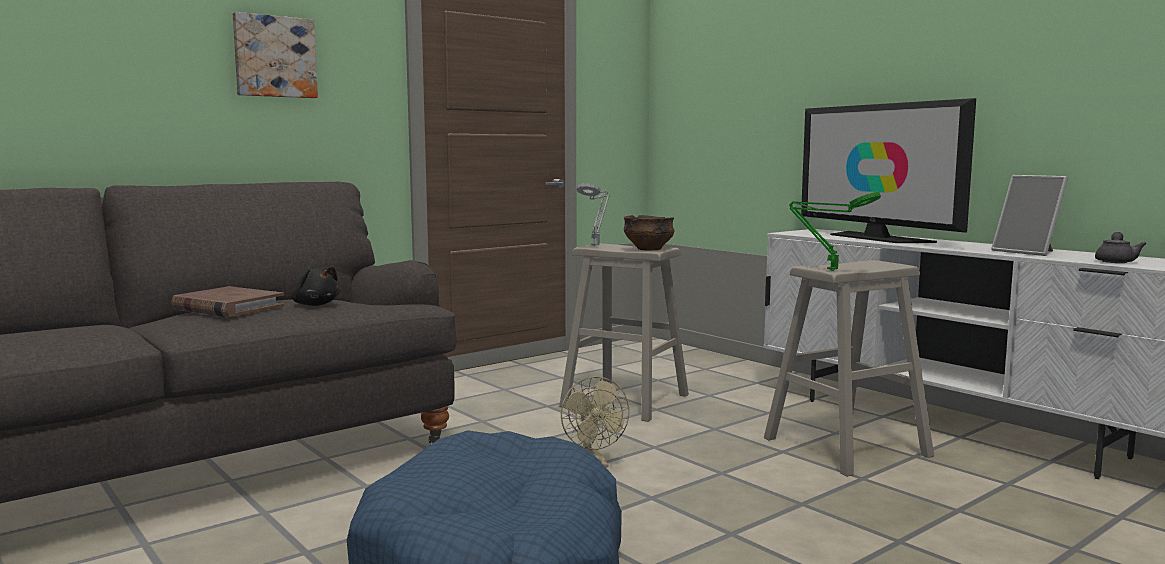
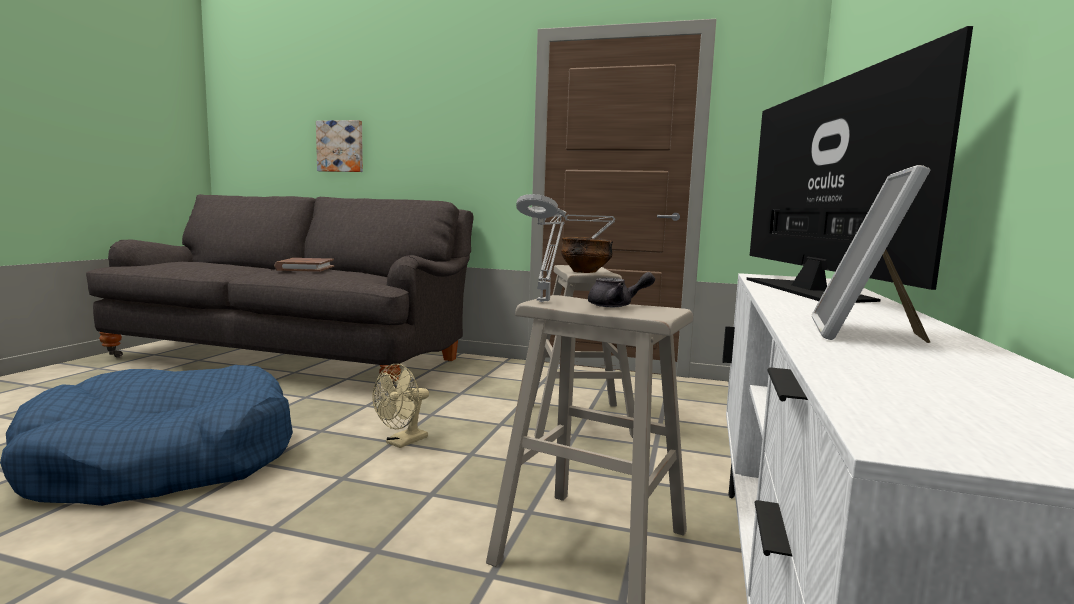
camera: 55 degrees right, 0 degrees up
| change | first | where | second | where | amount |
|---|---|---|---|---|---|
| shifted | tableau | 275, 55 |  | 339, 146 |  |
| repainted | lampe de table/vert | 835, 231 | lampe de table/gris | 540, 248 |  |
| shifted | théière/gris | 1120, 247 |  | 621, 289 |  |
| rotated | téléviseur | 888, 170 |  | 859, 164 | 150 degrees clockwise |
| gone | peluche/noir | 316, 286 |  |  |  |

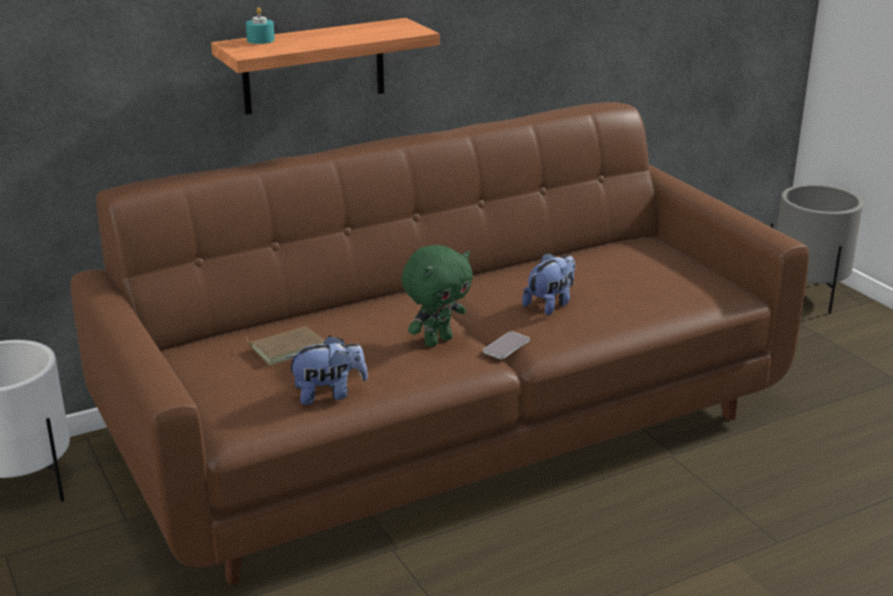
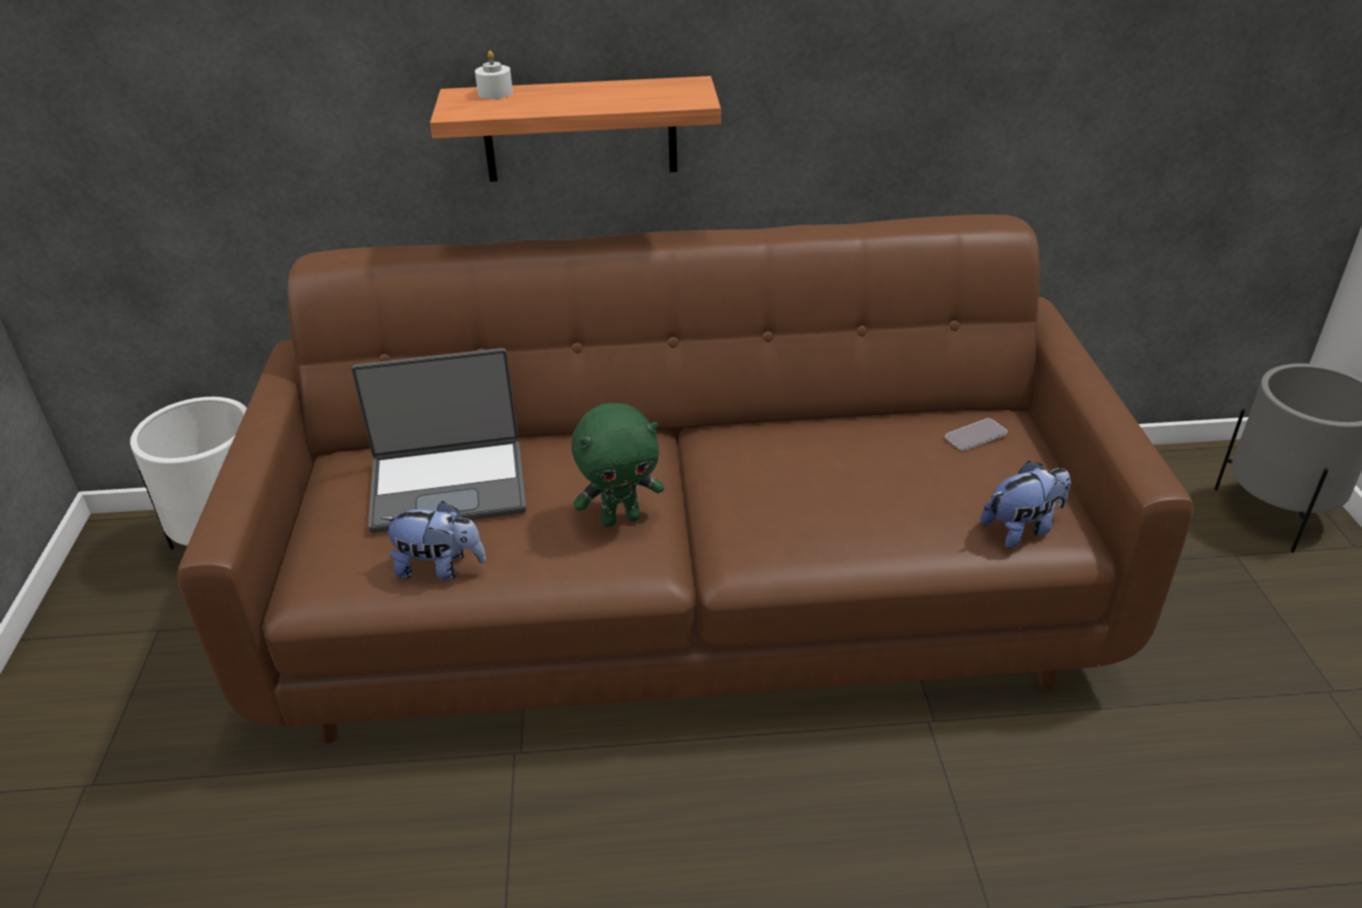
camera: 25 degrees right, 10 degrees up
| change | first | where | second | where | amount |
|---|---|---|---|---|---|
| swapped | livre/marron | 285, 345 | ordinateur portable | 439, 440 |  |
| repainted | bougie/turquoise | 260, 25 | bougie/blanc | 494, 74 |  |
| shifted | téléphone | 506, 345 |  | 976, 434 |  |
| shifted | peluche | 548, 284 |  | 1025, 505 |  |

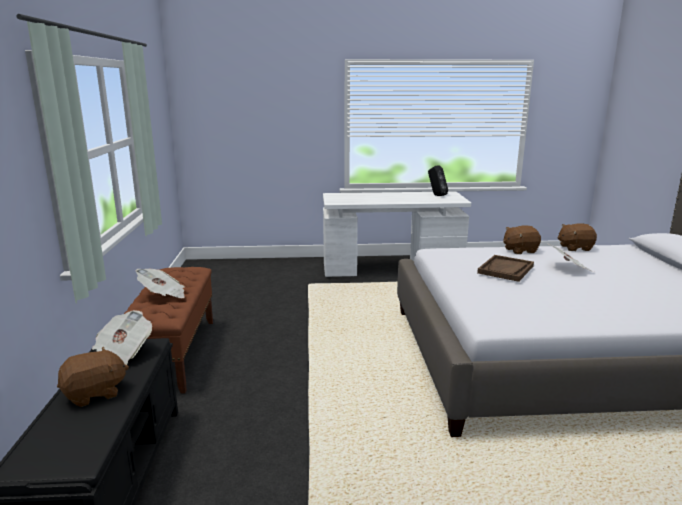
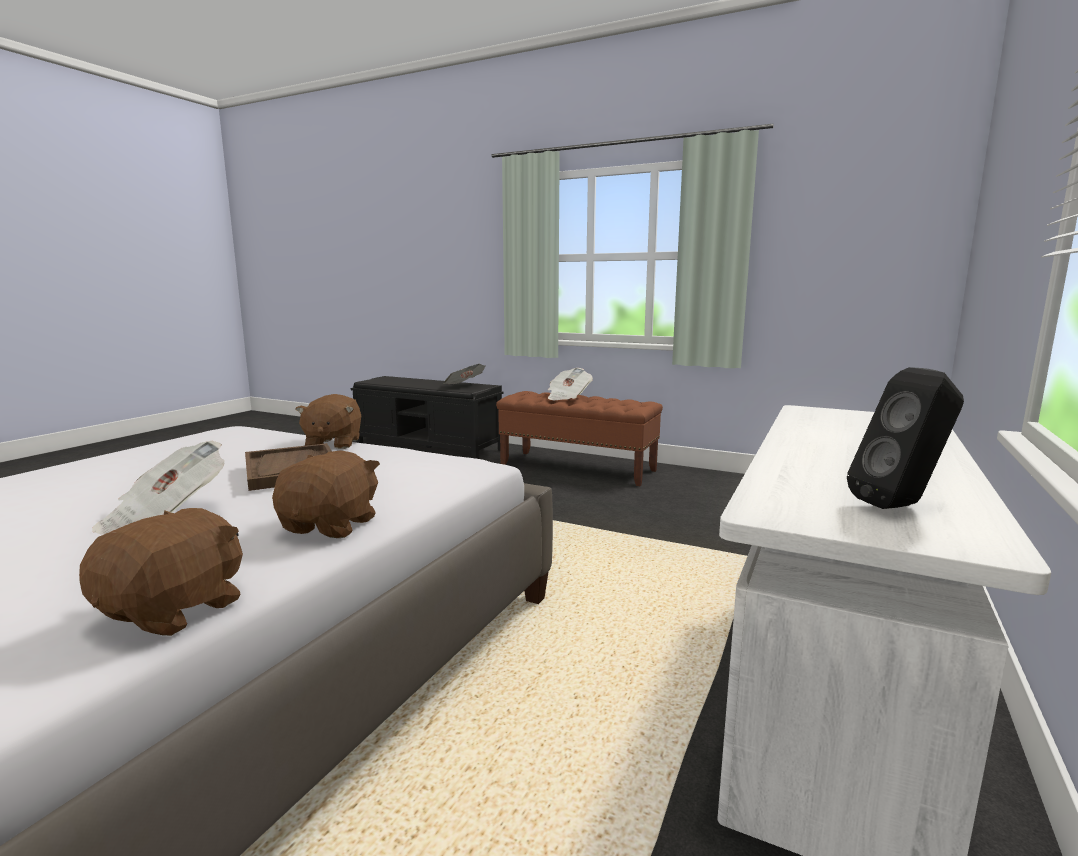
camera: 120 degrees right, 5 degrees down
| change | first | where | second | where | amount |
|---|---|---|---|---|---|
| shifted | peluche/marron | 93, 377 |  | 328, 421 |  |

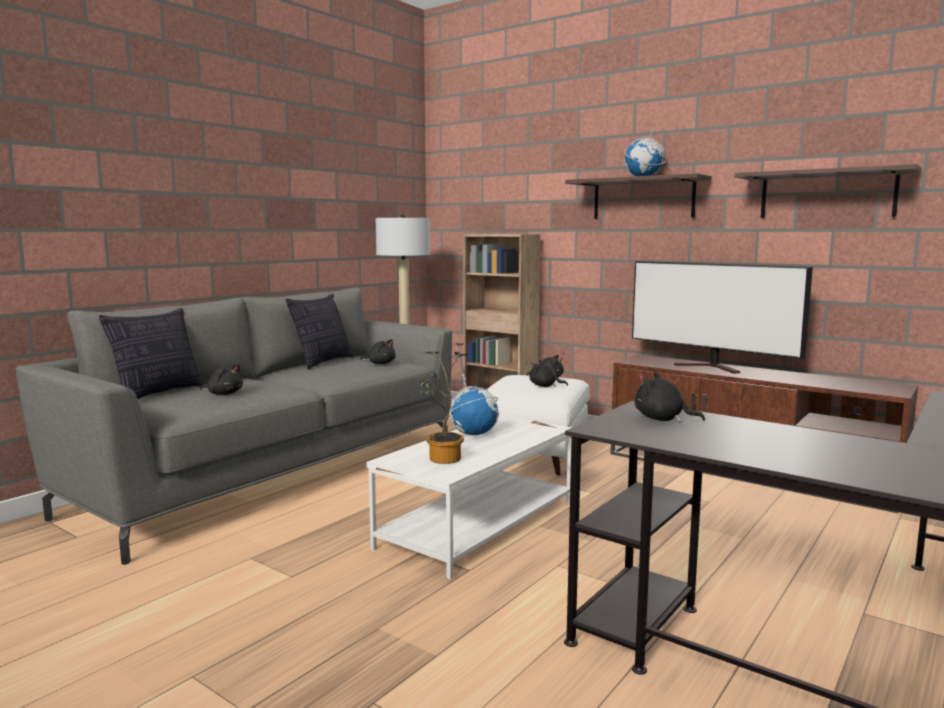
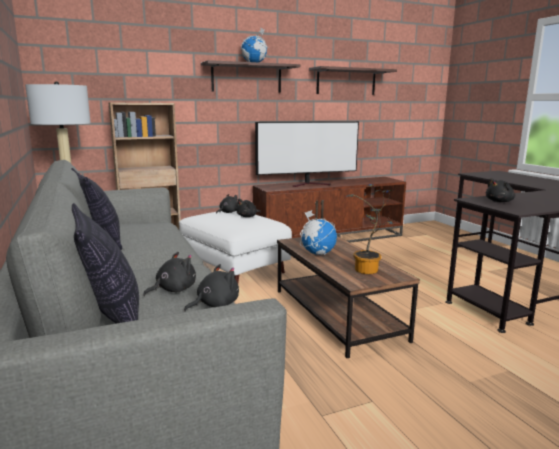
camera: 60 degrees left, 5 degrees up
| change | first | where | second | where | amount |
|---|---|---|---|---|---|
| shifted | peluche/noir | 378, 351 |  | 211, 288 |  |
| repainted | table basse/blanc | 469, 497 | table basse/marron | 348, 297 |  |

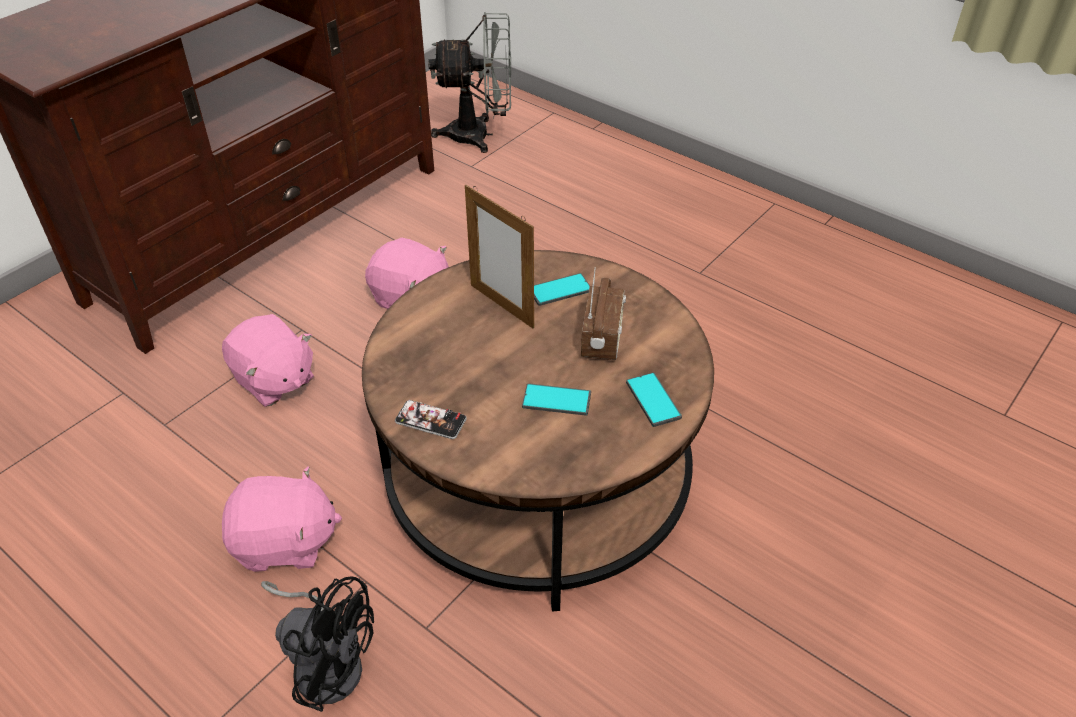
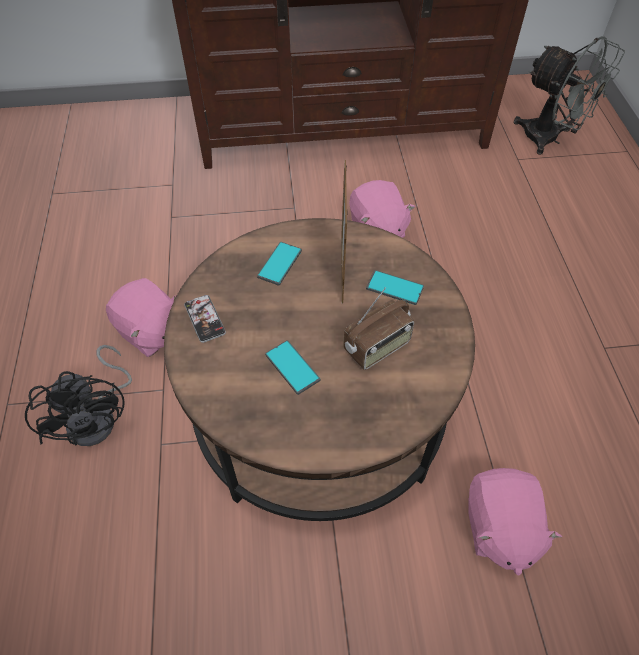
camera: 45 degrees right, 10 degrees up
| change | first | where | second | where | amount |
|---|---|---|---|---|---|
| shifted | téléphone | 654, 399 |  | 279, 264 |  |
| shifted | peluche/rose | 268, 360 |  | 515, 522 |  |

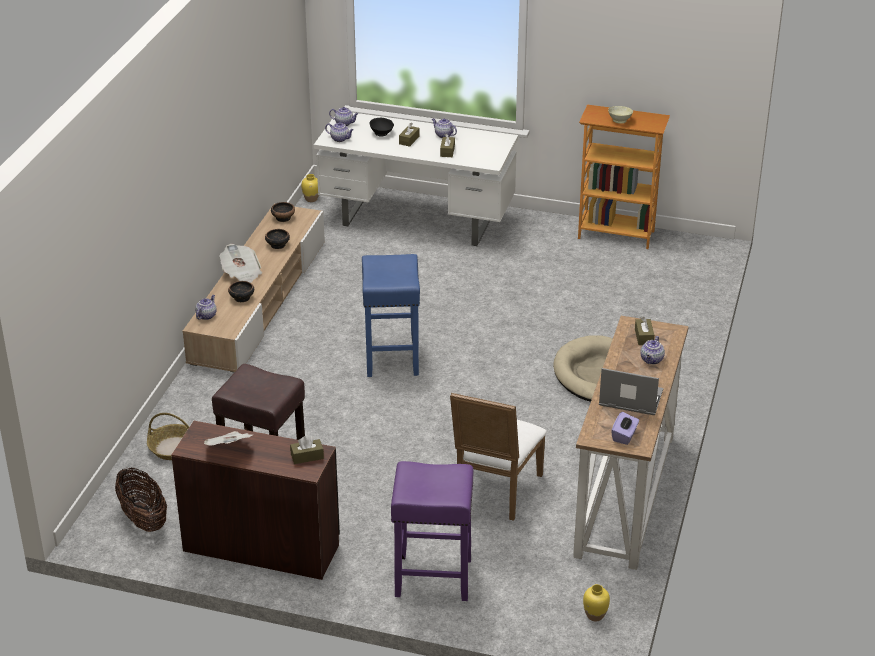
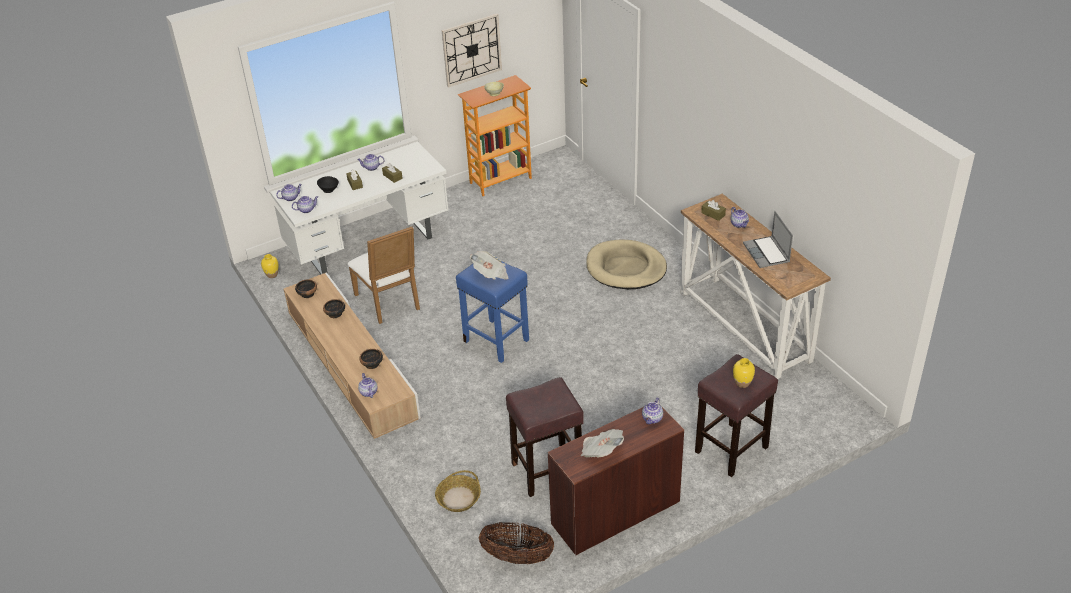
camera: 45 degrees left, 5 degrees up
| change | first | where | second | where | amount |
|---|---|---|---|---|---|
| shifted | chaise/blanc | 498, 457 |  | 384, 275 |  |
| new |  |  | horloge murale | 472, 50 |  |
| shifted | journal | 240, 263 |  | 489, 265 |  |
| swapped | boîte à mouchoirs/marron | 307, 449 | théière | 652, 411 |  |
| repainted | tabouret/violet | 432, 531 | tabouret/marron | 736, 415 |  |
| shifted | vase/jaune | 596, 602 |  | 744, 373 |  |
| rotated | ordinateur portable | 631, 391 |  | 768, 239 | 75 degrees counterclockwise |
| gone | boîte à mouchoirs/violet | 625, 428 |  |  |  |

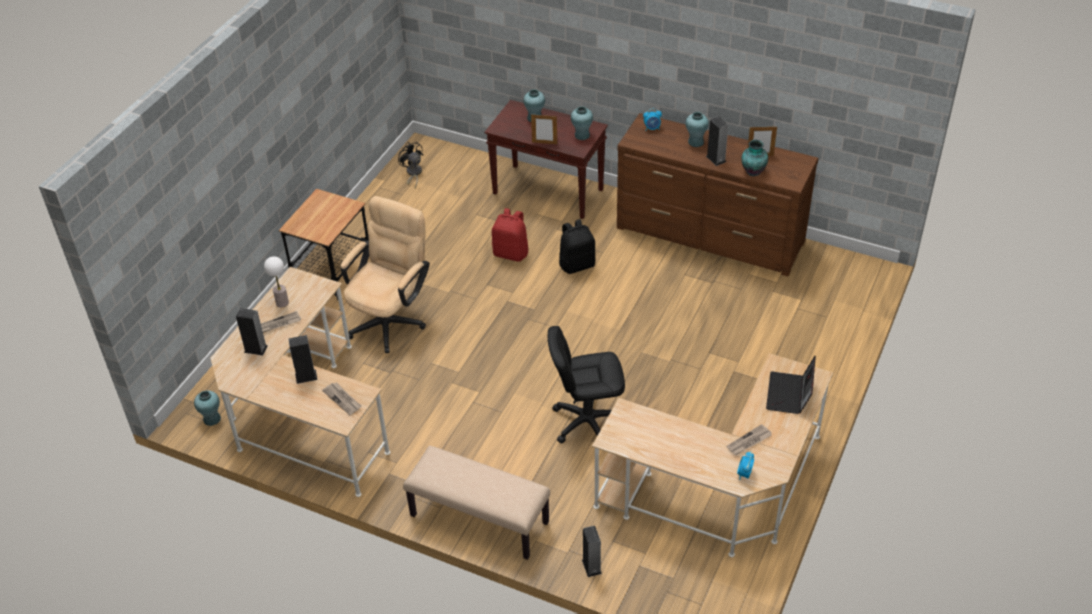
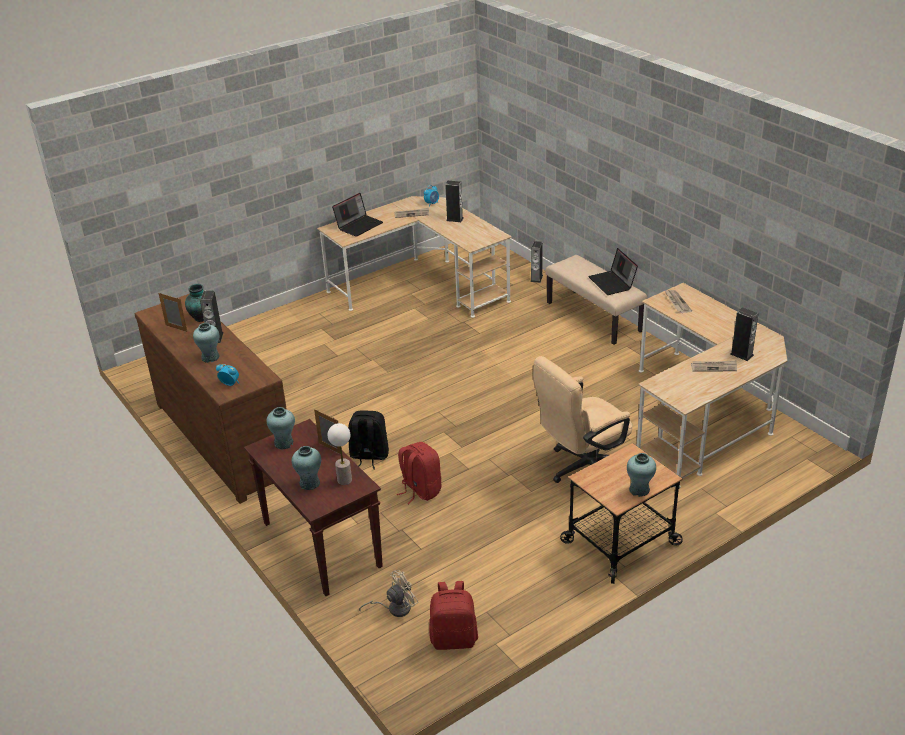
camera: 150 degrees left, 10 degrees down
| change | first | where | second | where | amount |
|---|---|---|---|---|---|
| shifted | lampe de table | 276, 281 |  | 340, 454 |  |
| new |  |  | ventilateur/beige | 389, 593 |  |
| swapped | ventilateur/noir | 410, 164 | sac à dos/rouge | 453, 615 |  |
| shifted | enceinte | 303, 359 |  | 454, 201 |  |
| new |  |  | ordinateur portable | 613, 271 |  |
| shifted | vase/turquoise | 207, 408 |  | 641, 475 |  |
| gone | chaise de bureau/noir | 586, 384 |  |  |  |

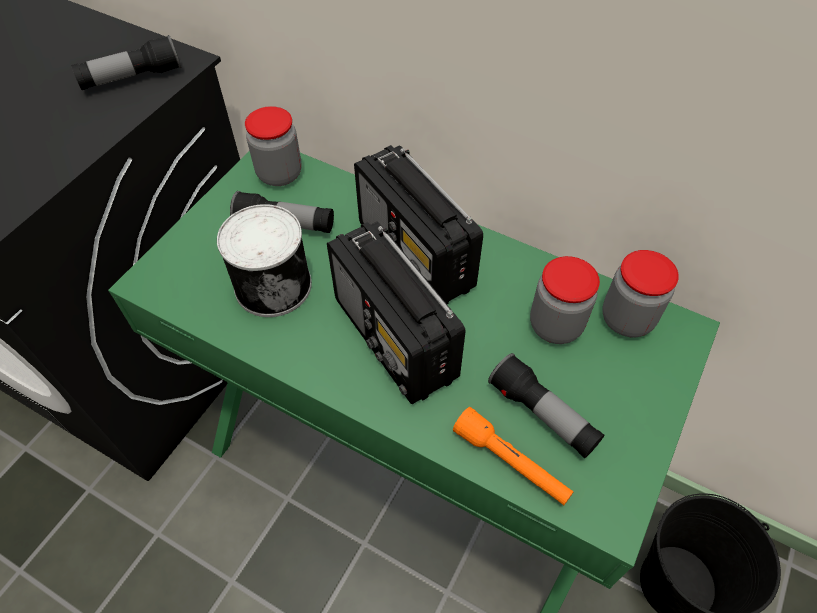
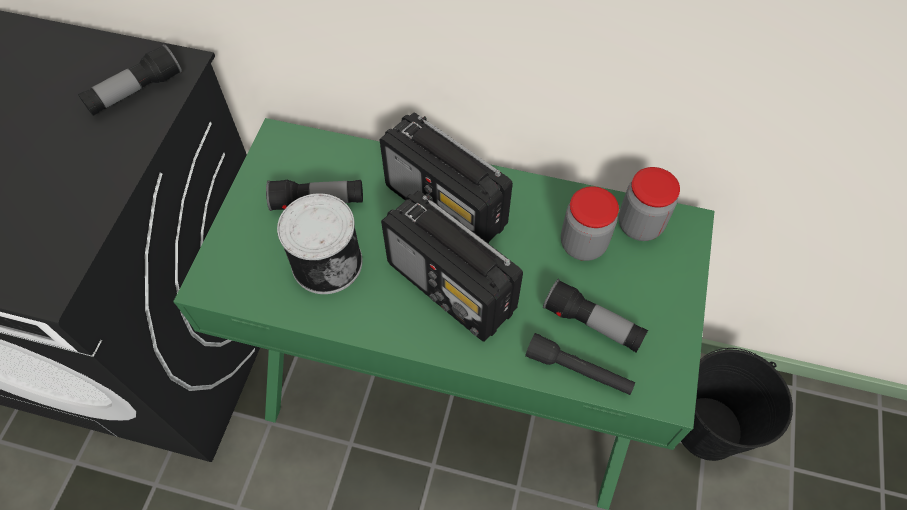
camera: 15 degrees left, 5 degrees up
| change | first | where | second | where | amount |
|---|---|---|---|---|---|
| repainted | lampe de poche/orange | 513, 456 | lampe de poche/noir | 580, 364 |  |
| gone | bocal | 273, 146 |  |  |  |

